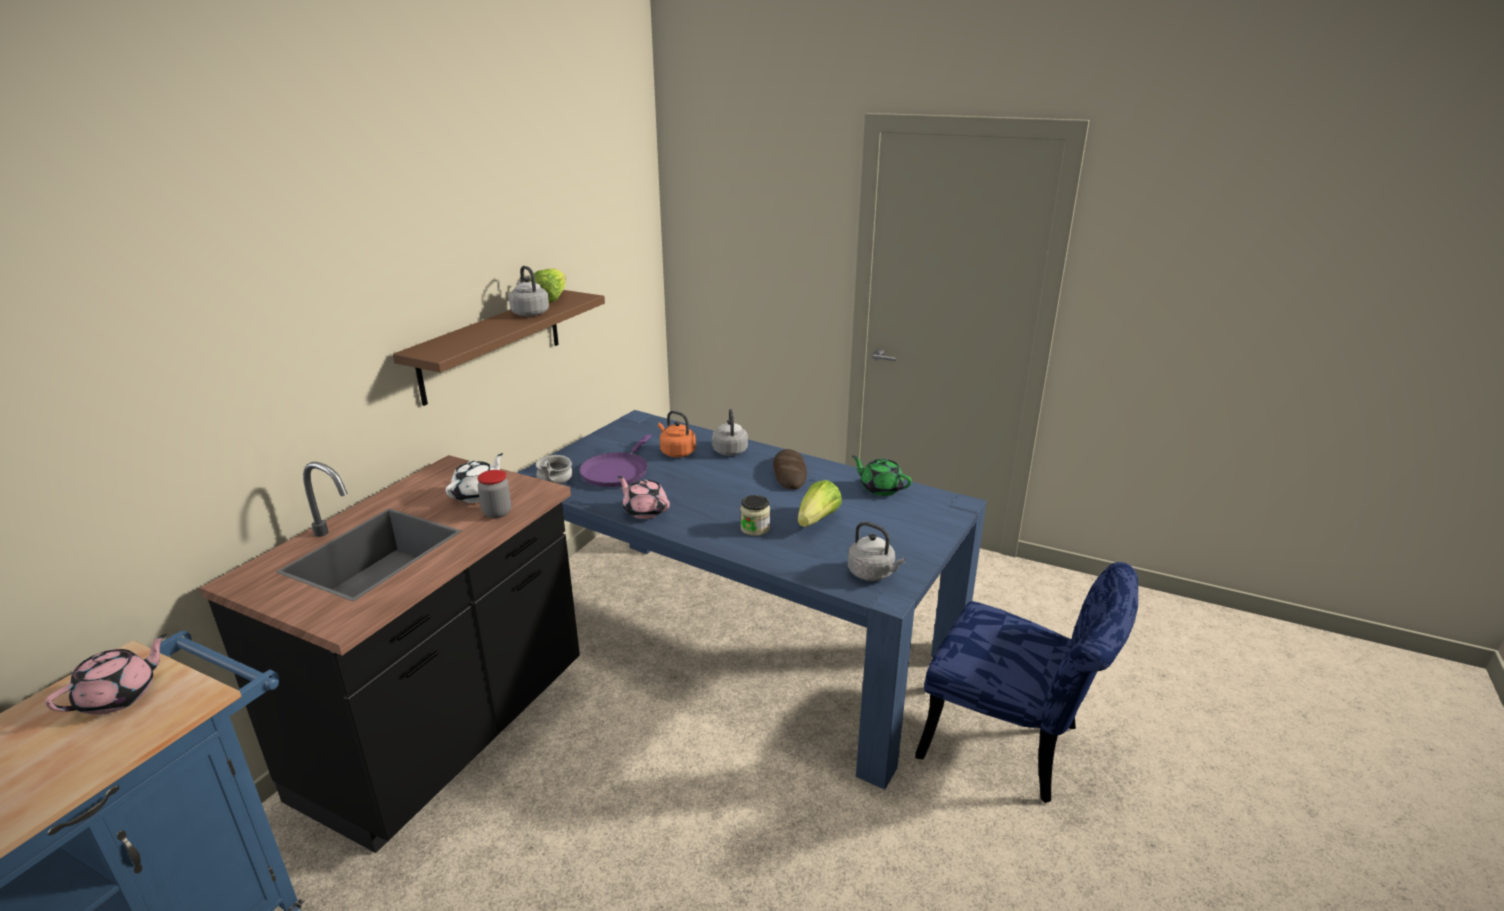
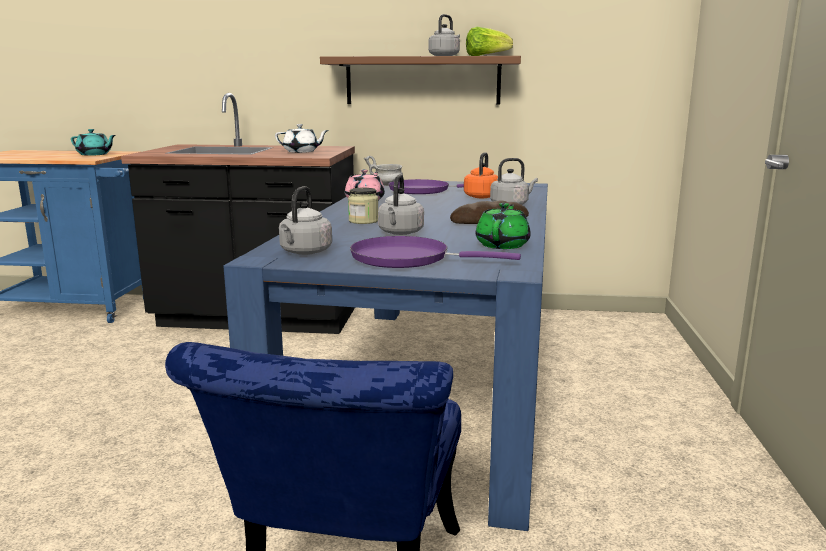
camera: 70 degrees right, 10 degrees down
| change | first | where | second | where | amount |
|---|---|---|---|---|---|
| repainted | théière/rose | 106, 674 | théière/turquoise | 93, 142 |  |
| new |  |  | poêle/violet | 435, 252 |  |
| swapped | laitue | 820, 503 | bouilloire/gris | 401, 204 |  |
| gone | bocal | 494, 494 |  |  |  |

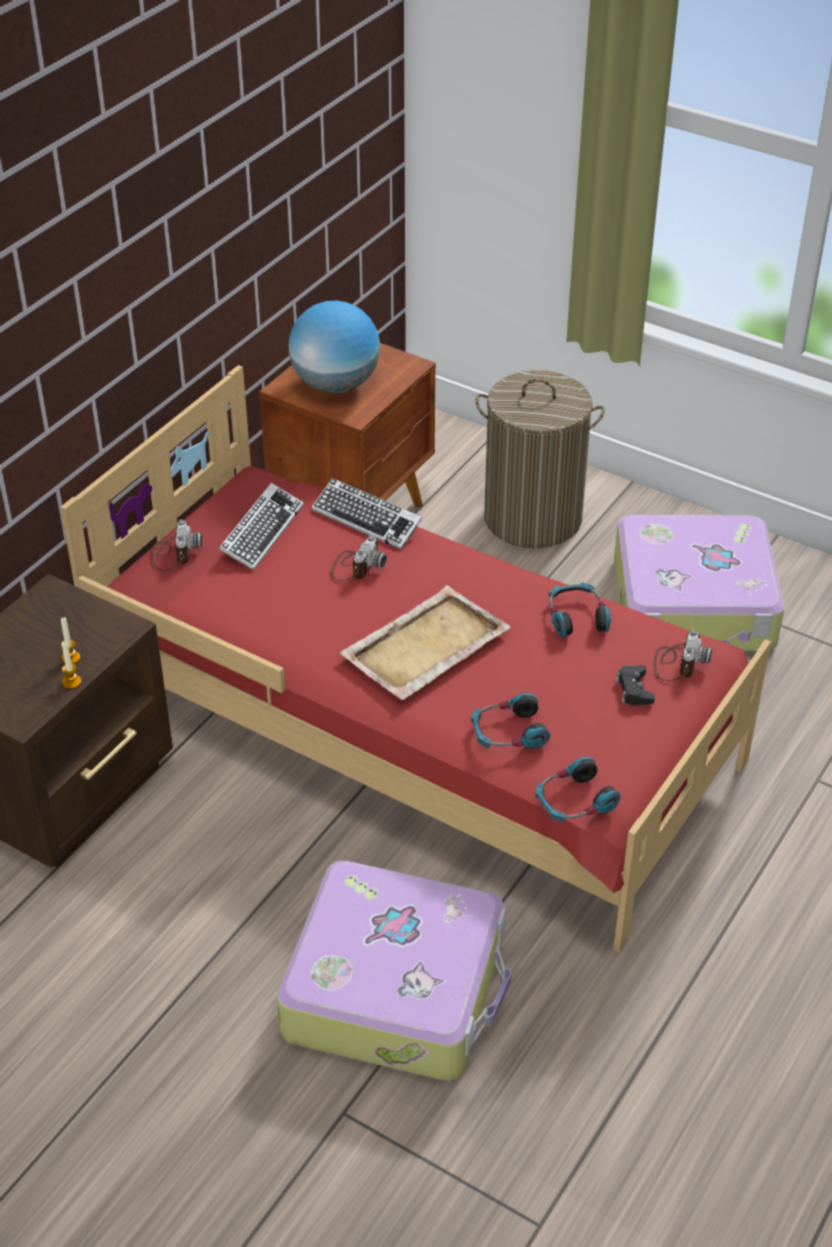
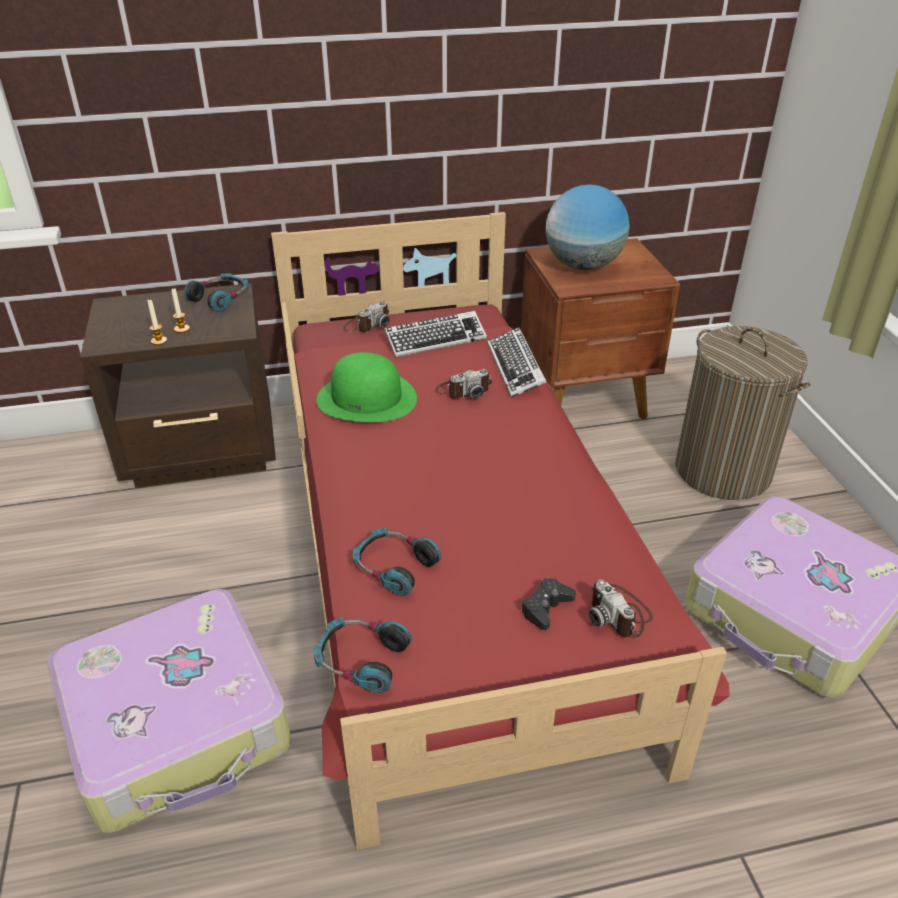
camera: 45 degrees right, 5 degrees down
| change | first | where | second | where | amount |
|---|---|---|---|---|---|
| shifted | casque audio | 580, 609 |  | 216, 293 |  |
| new |  |  | chapeau/vert | 366, 387 |  |
| rotated | appareil photo | 682, 655 |  | 621, 608 | 90 degrees clockwise |
| gone | plateau/beige | 425, 643 |  |  |  |

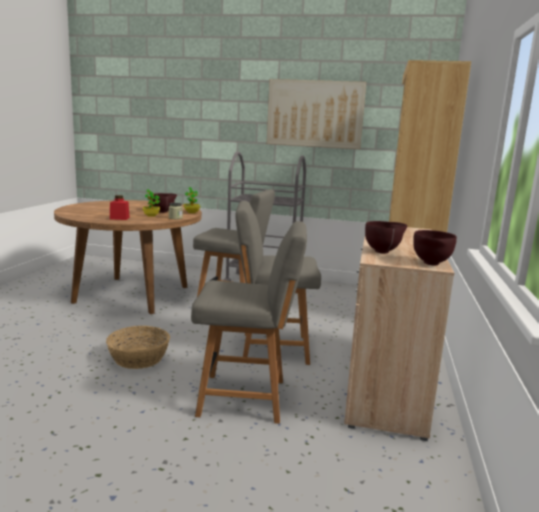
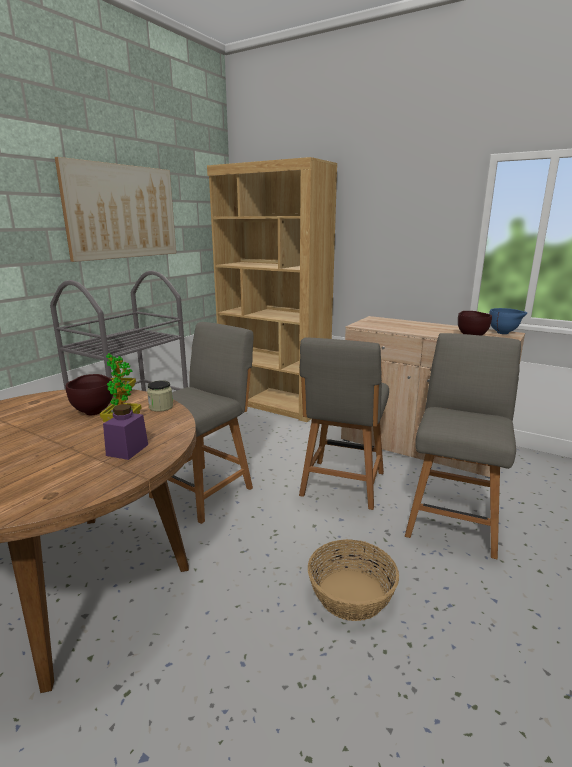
camera: 70 degrees left, 5 degrees up
| change | first | where | second | where | amount |
|---|---|---|---|---|---|
| repainted | bocal/rouge | 120, 207 | bocal/violet | 125, 432 |  |
| repainted | bol/marron | 435, 247 | bol/bleu | 508, 321 |  |

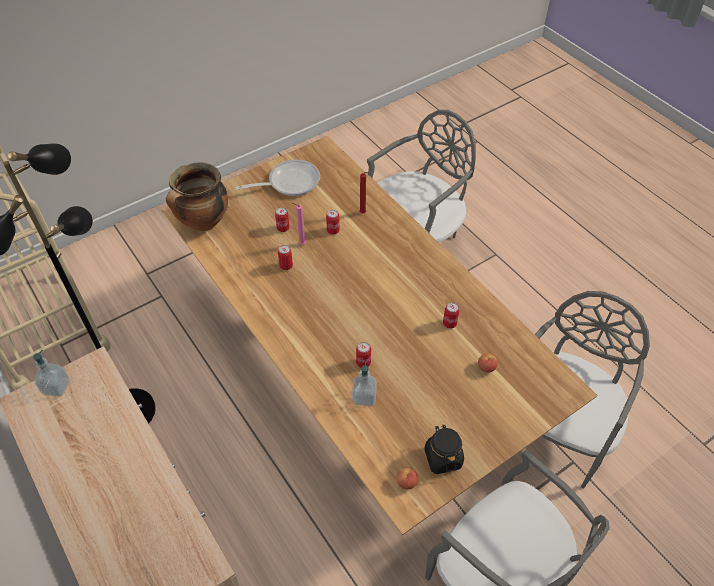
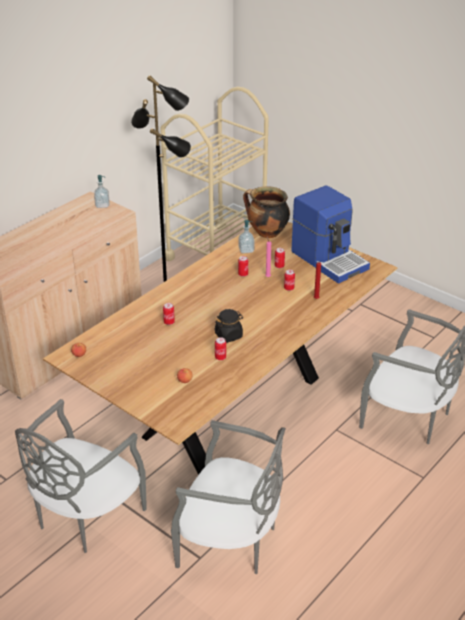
camera: 75 degrees right, 15 degrees down
| change | first | where | second | where | amount |
|---|---|---|---|---|---|
| shifted | bocal/noir | 444, 449 |  | 229, 326 |  |
| shifted | distributeur de savon | 364, 384 |  | 246, 237 |  |
| swapped | poêle | 277, 178 | machine à café | 330, 234 |  |

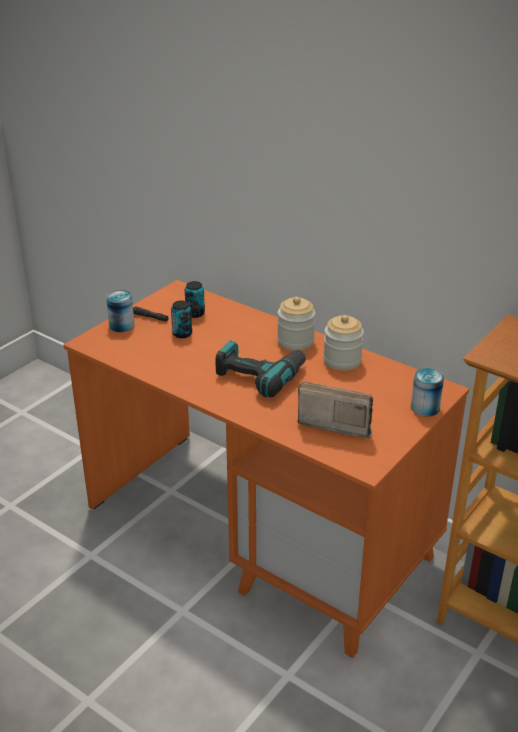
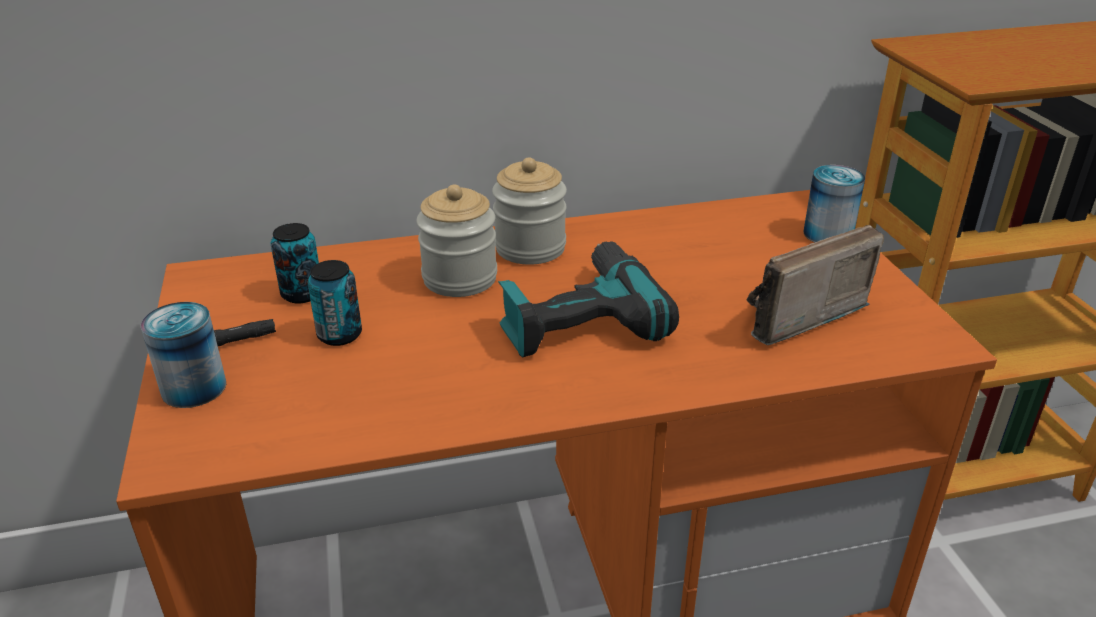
camera: 50 degrees left, 0 degrees up
| change | first | where | second | where | amount |
|---|---|---|---|---|---|
| shifted | bocal | 343, 342 |  | 456, 241 |  |

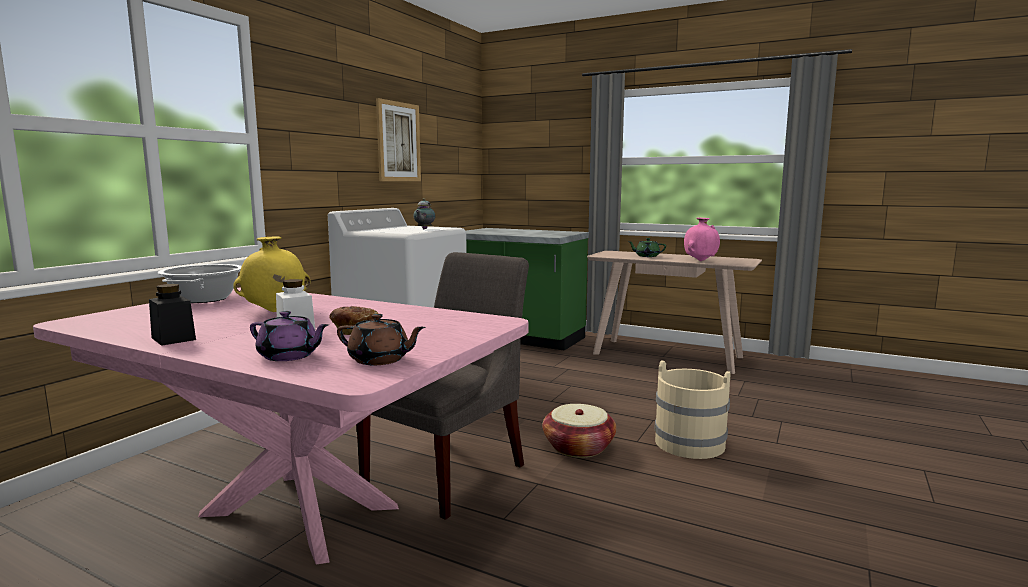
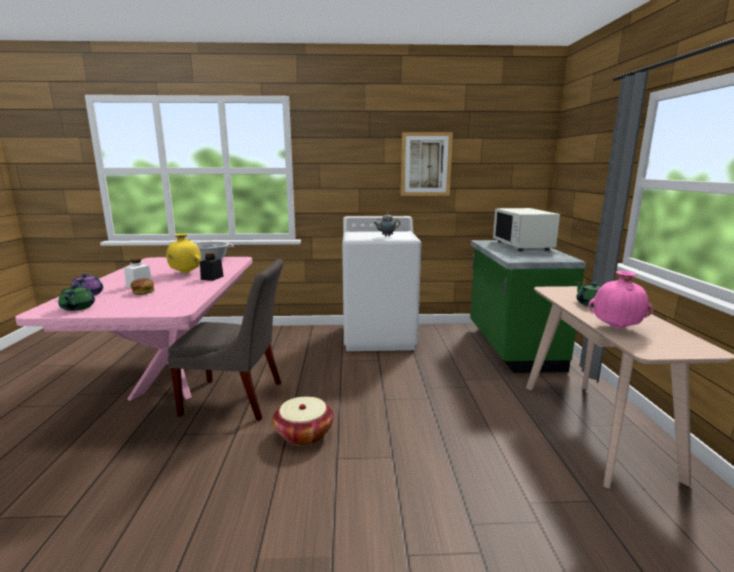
camera: 60 degrees right, 5 degrees up
| change | first | where | second | where | amount |
|---|---|---|---|---|---|
| repainted | théière/marron | 381, 339 | théière/vert | 76, 297 |  |
| shifted | bocal/noir | 172, 315 |  | 212, 267 |  |
| new |  |  | micro-ondes/blanc | 526, 229 |  |
| gone | seau/beige | 692, 409 |  |  |  |

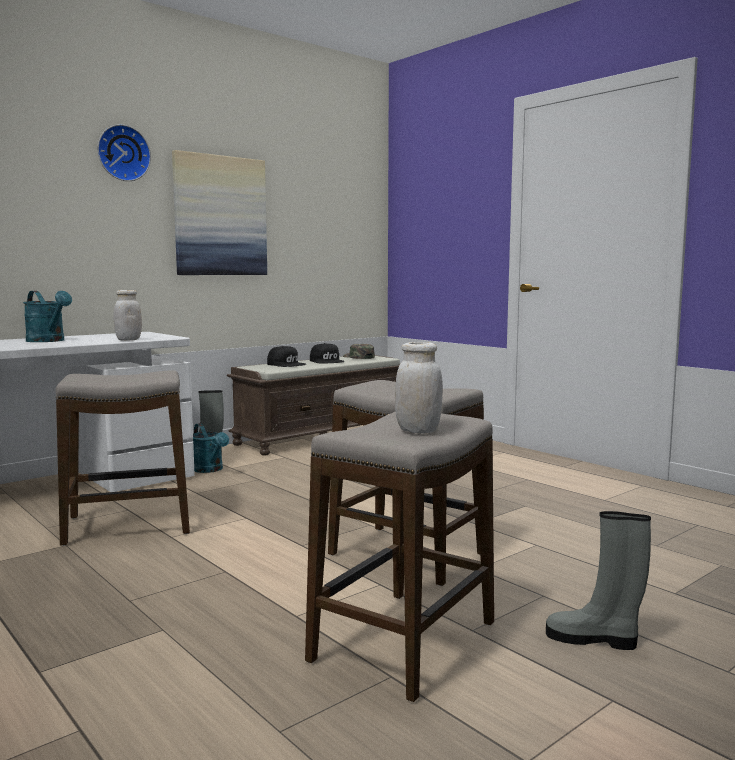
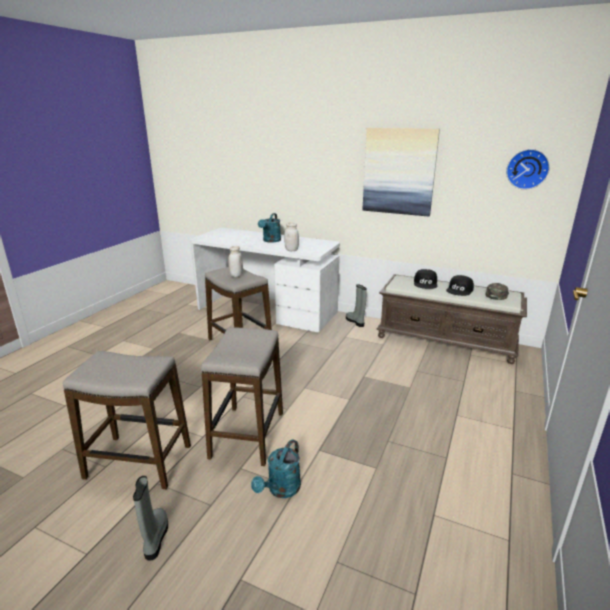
camera: 65 degrees right, 15 degrees up
| change | first | where | second | where | amount |
|---|---|---|---|---|---|
| shifted | bocal/blanc | 419, 387 |  | 235, 261 |  |
| shifted | arrosoir/turquoise | 211, 448 |  | 276, 468 |  |
| shifted | horloge murale | 124, 152 |  | 528, 169 |  |

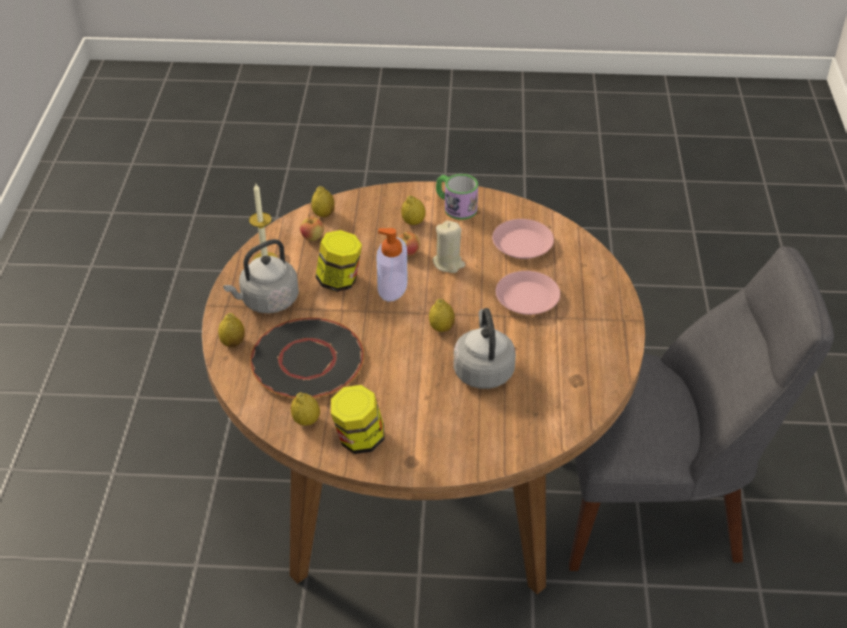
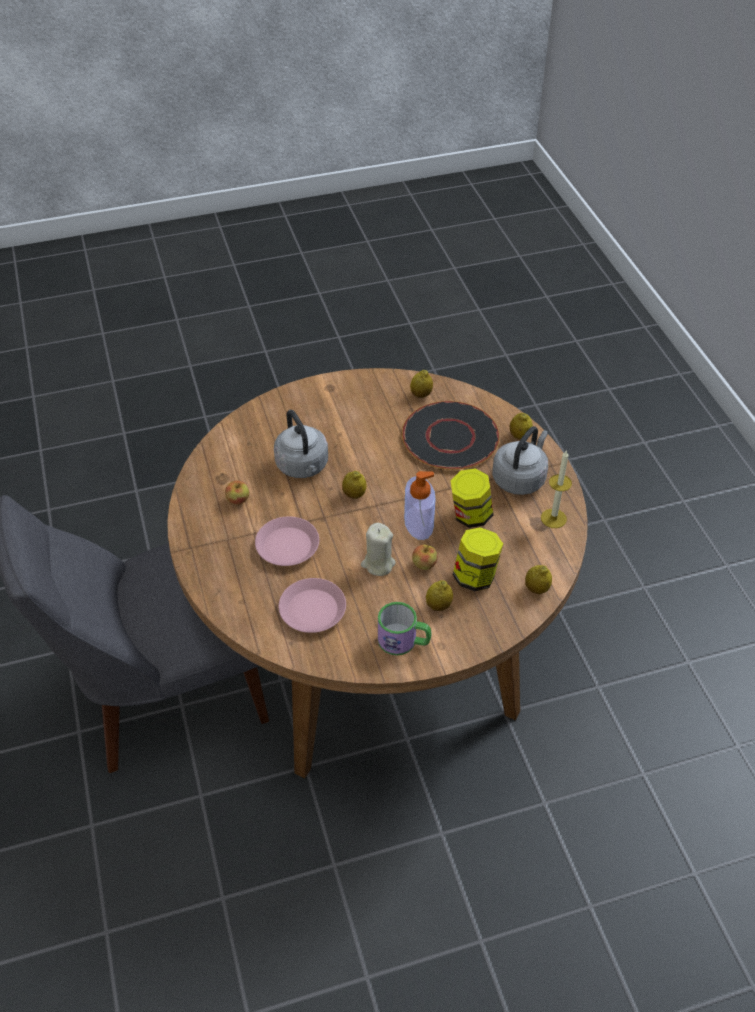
camera: 160 degrees right, 5 degrees up
| change | first | where | second | where | amount |
|---|---|---|---|---|---|
| shifted | pomme | 312, 228 |  | 237, 493 |  |
| shifted | bocal | 358, 419 |  | 478, 559 |  |

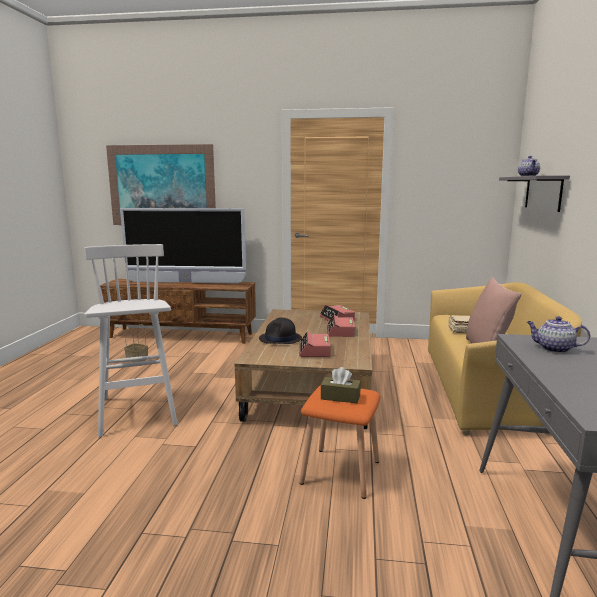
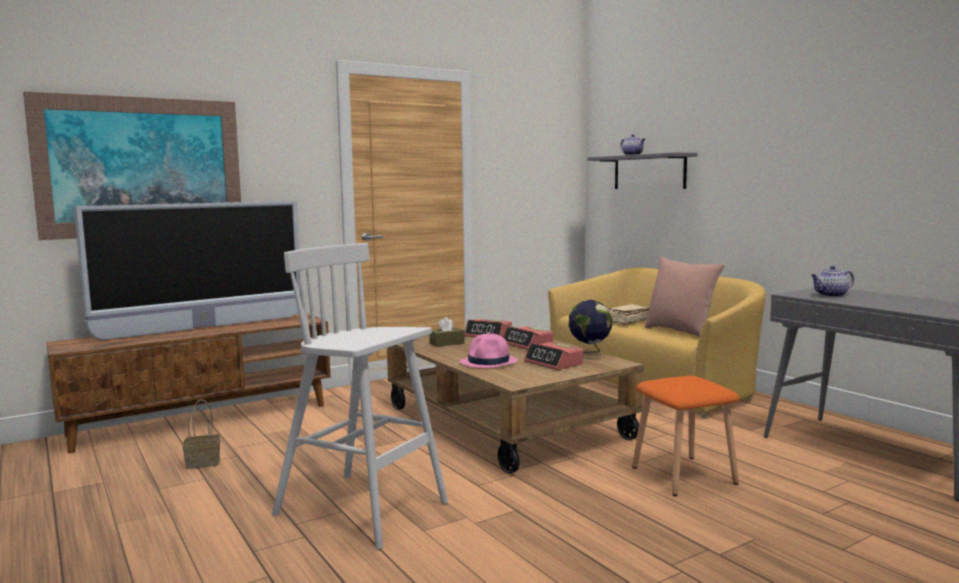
camera: 40 degrees left, 5 degrees down
| change | first | where | second | where | amount |
|---|---|---|---|---|---|
| shifted | boîte à mouchoirs/marron | 341, 385 |  | 447, 332 |  |
| repainted | chapeau/noir | 280, 331 | chapeau/rose | 488, 350 |  |
| new |  |  | globe | 590, 330 |  |

